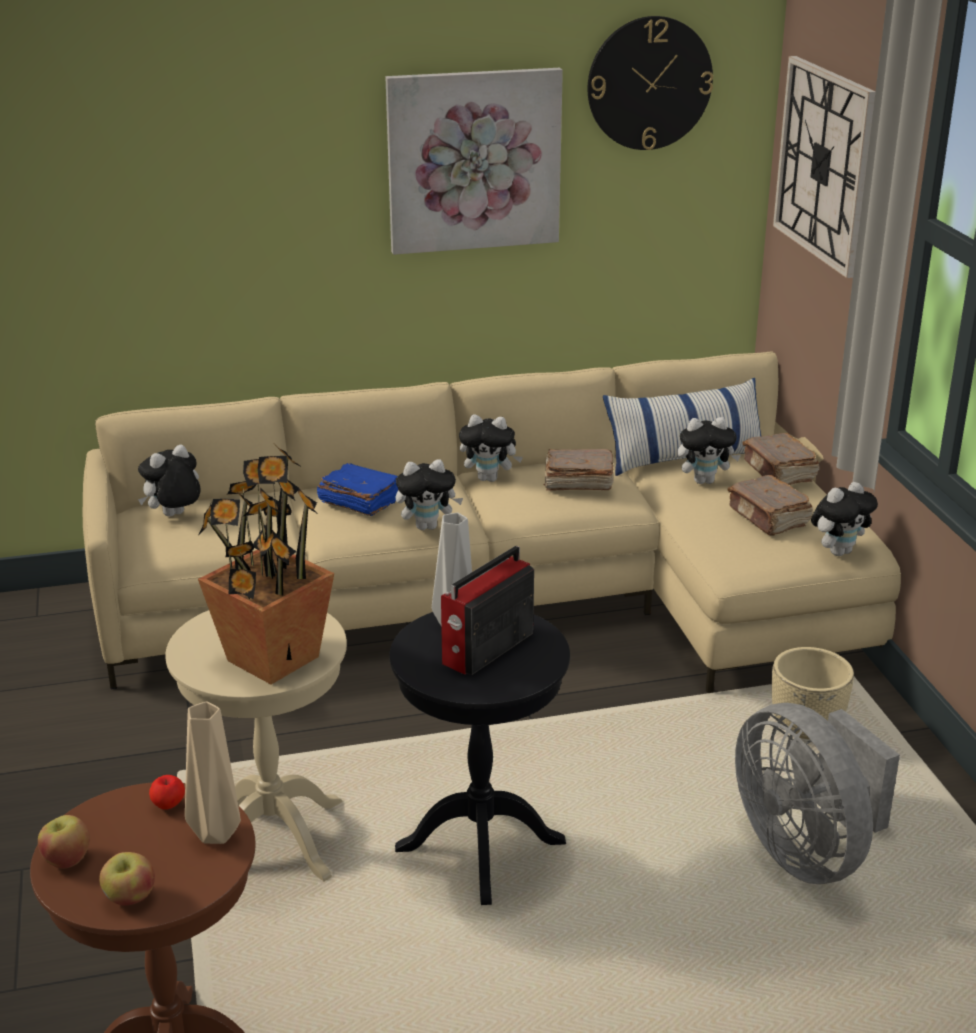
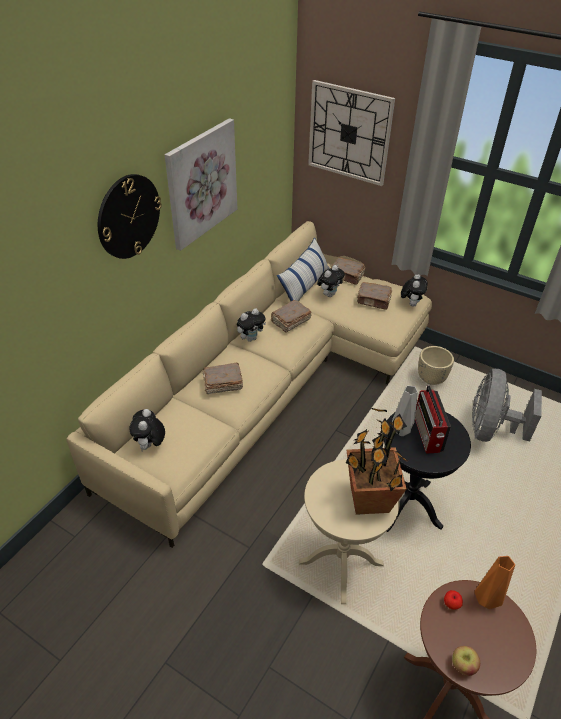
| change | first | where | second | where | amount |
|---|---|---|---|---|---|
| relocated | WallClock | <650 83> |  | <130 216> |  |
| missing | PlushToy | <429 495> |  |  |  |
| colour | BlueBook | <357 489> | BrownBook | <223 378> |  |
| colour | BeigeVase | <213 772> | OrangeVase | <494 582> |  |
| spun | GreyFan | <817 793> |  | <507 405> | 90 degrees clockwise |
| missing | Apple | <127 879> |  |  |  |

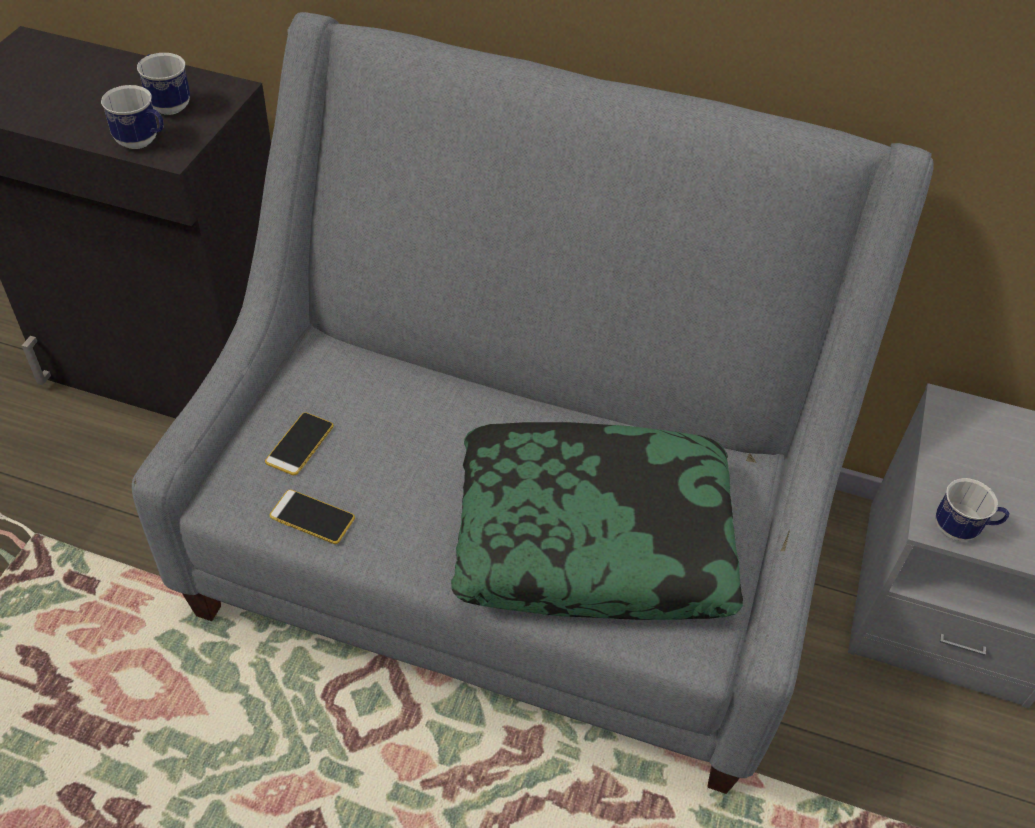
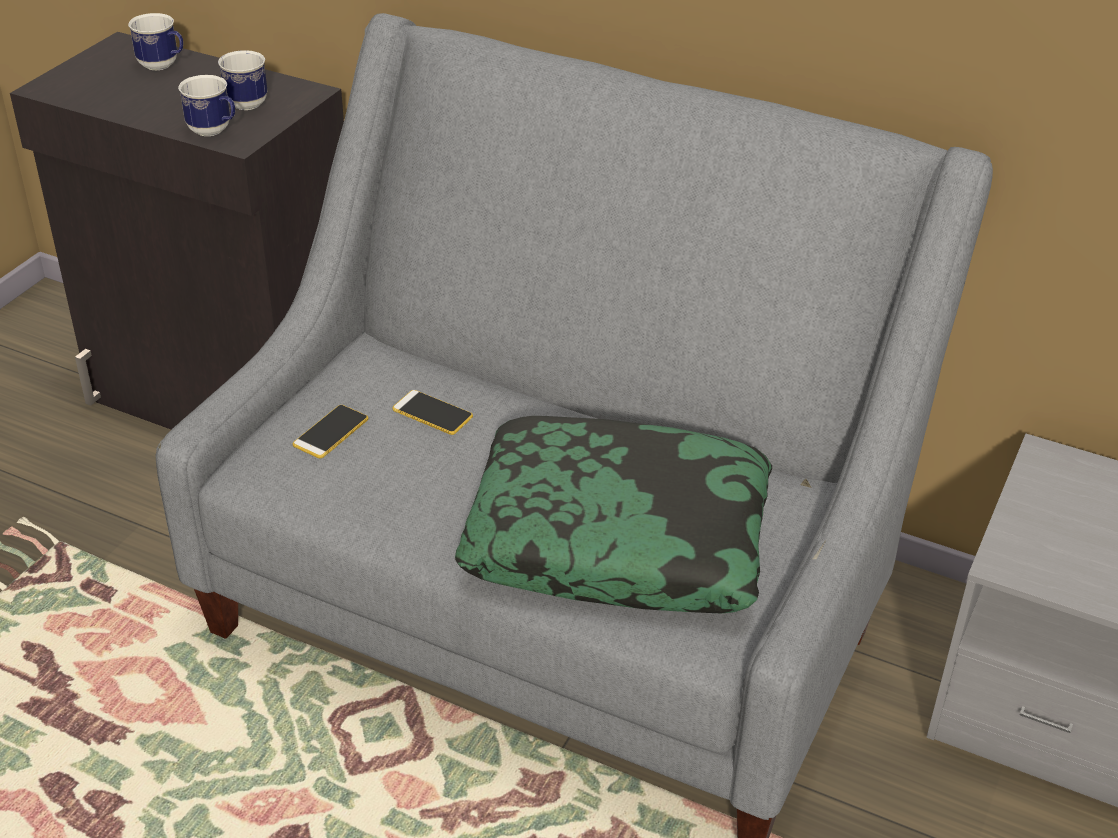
| change | first | where | second | where | amount |
|---|---|---|---|---|---|
| relocated | Mug | <972 509> |  | <155 41> |  |
| relocated | Phone | <312 516> |  | <432 412> |  |

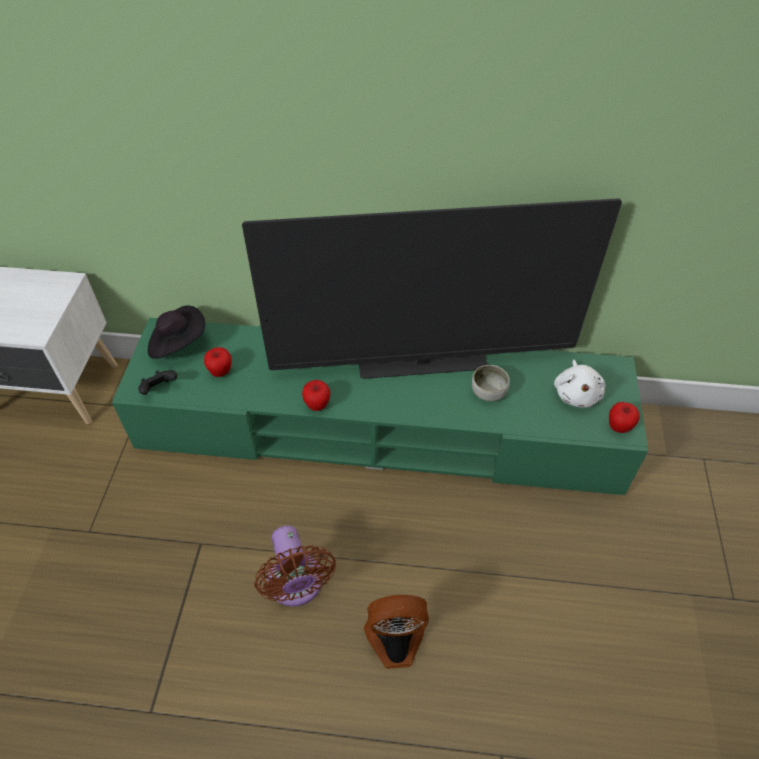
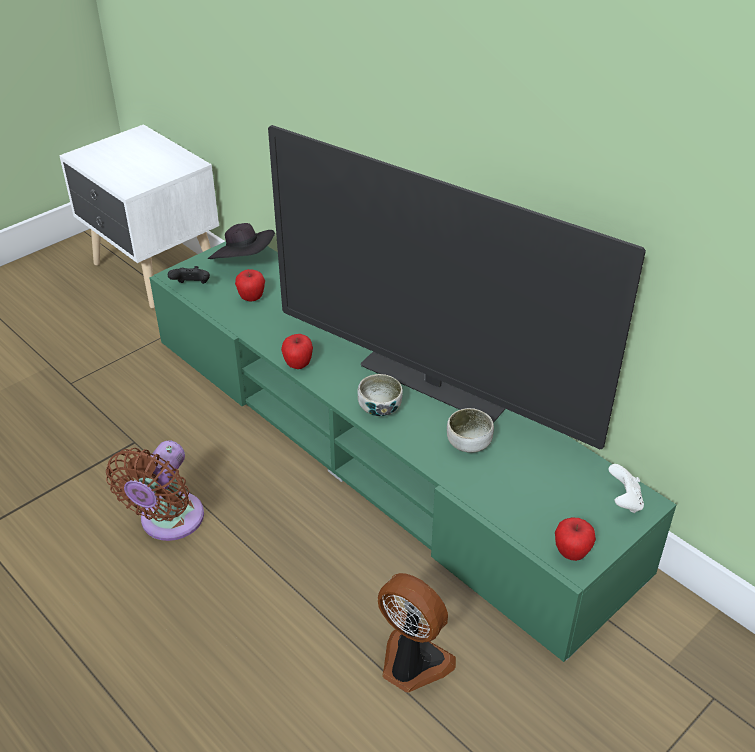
| change | first | where | second | where | amount |
|---|---|---|---|---|---|
| missing | WhitePlushToy | <580 384> |  |  |  |
| relocated | Fan | <396 632> |  | <417 633> |  |
| appeared |  |  | Bowl | <380 395> |  |
| appeared |  |  | WhiteGameController | <626 488> |  |

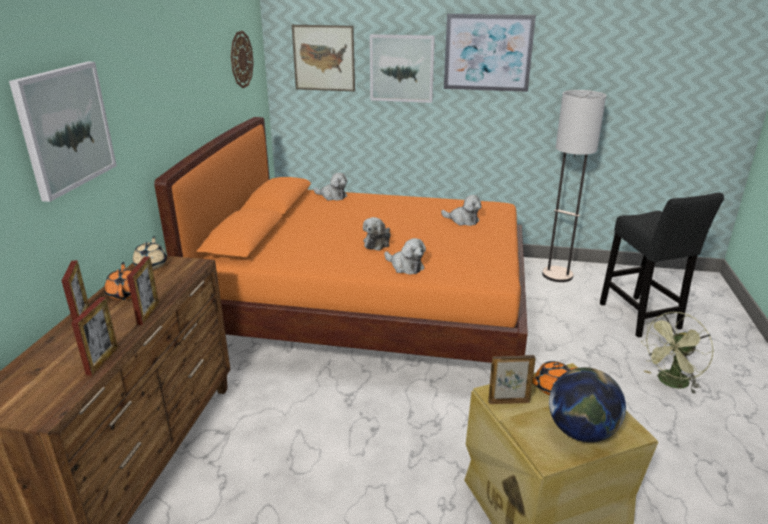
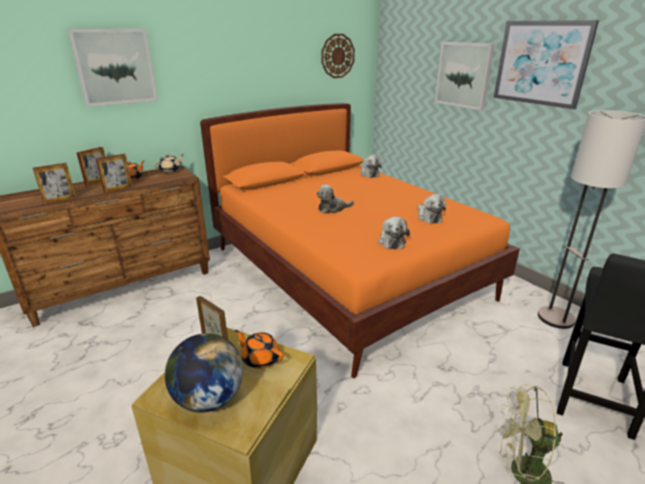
| change | first | where | second | where | amount |
|---|---|---|---|---|---|
| missing | Picture | <323 58> |  |  |  |
| relocated | PlushToy | <405 256> |  | <394 232> |  |

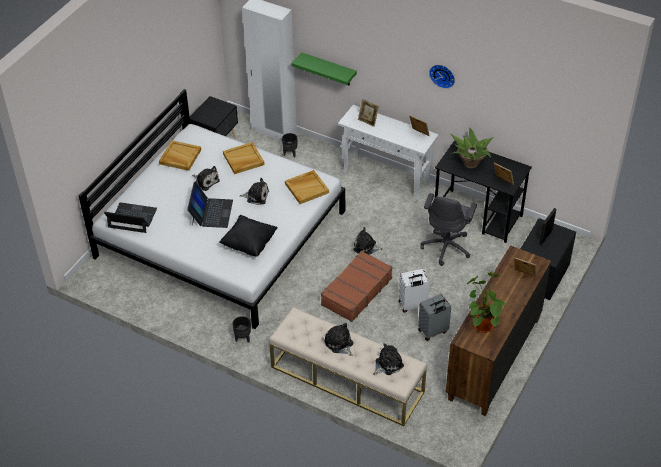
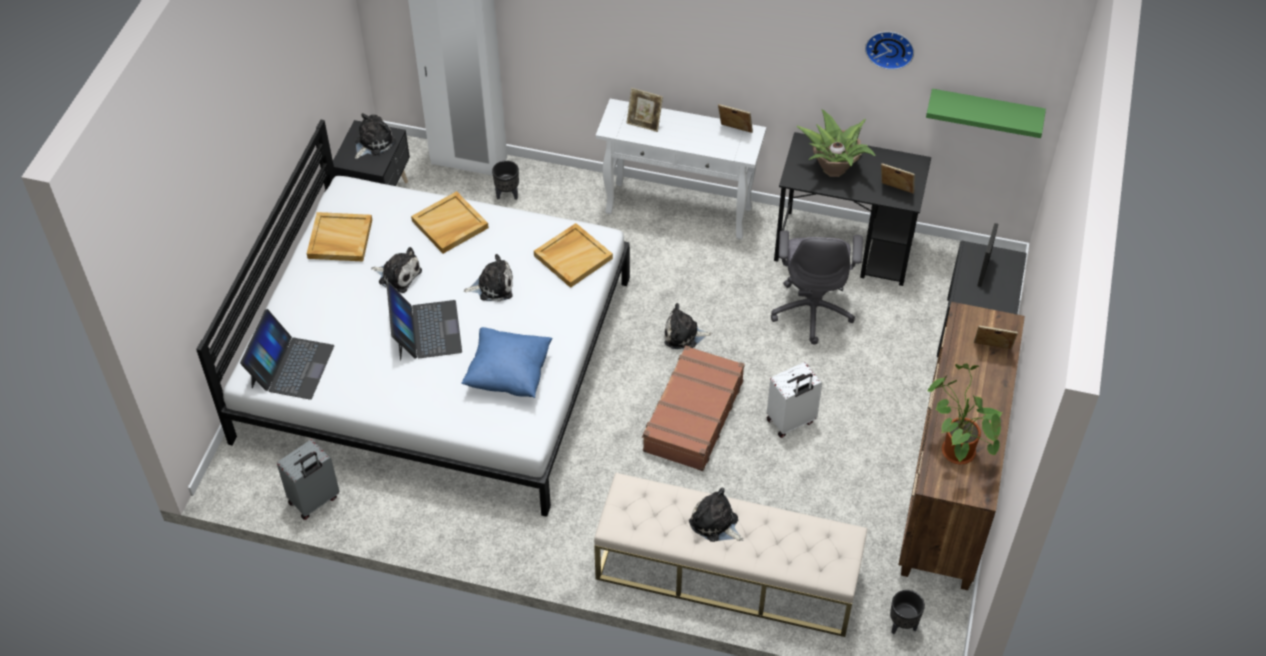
| change | first | where | second | where | amount |
|---|---|---|---|---|---|
| relocated | GreenShelf | <324 68> |  | <986 113> |  |
| relocated | WallClock | <442 77> |  | <889 50> |  |
| spun | Laptop | <130 217> |  | <287 354> | 105 degrees clockwise |
| colour | BlackPillow | <248 236> | BluePillow | <506 362> |  |
| relocated | GreySuitcase | <434 317> |  | <308 479> |  |
| relocated | BlackPlanter | <241 329> |  | <907 612> |  |
| relocated | PlushToy | <388 359> |  | <375 136> |  |

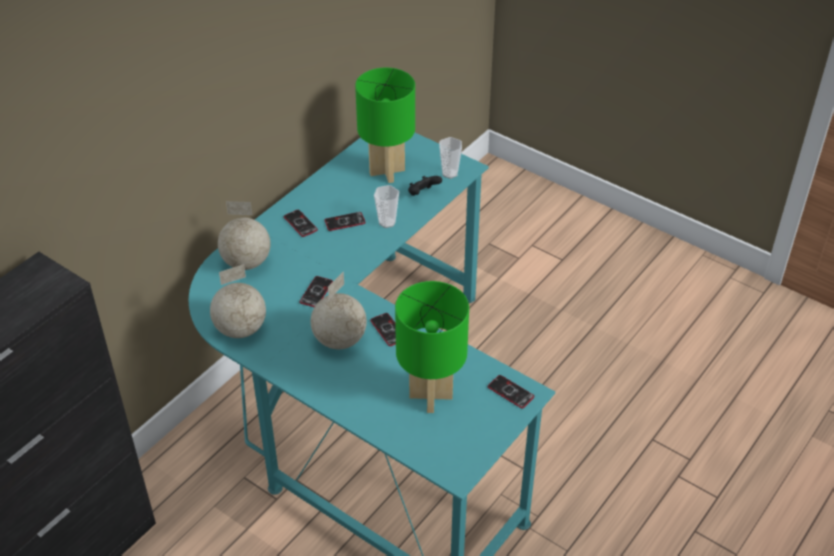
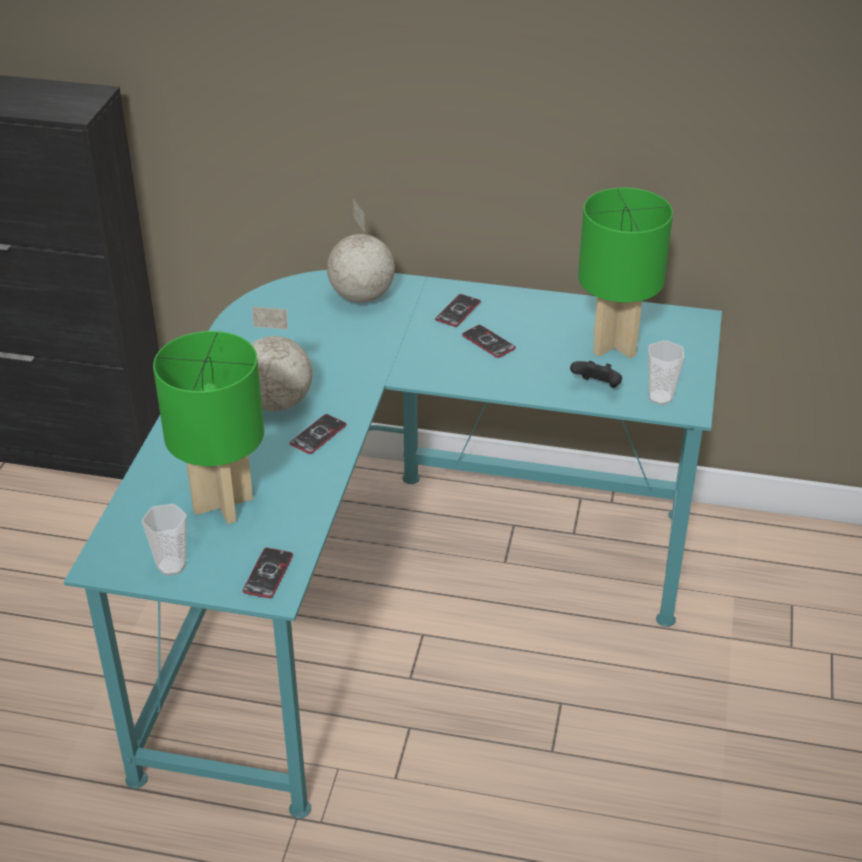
| change | first | where | second | where | amount |
|---|---|---|---|---|---|
| relocated | Cup | <386 206> |  | <164 540> |  |
| missing | Globe | <238 301> |  |  |  |
| missing | Phone | <316 291> |  |  |  |

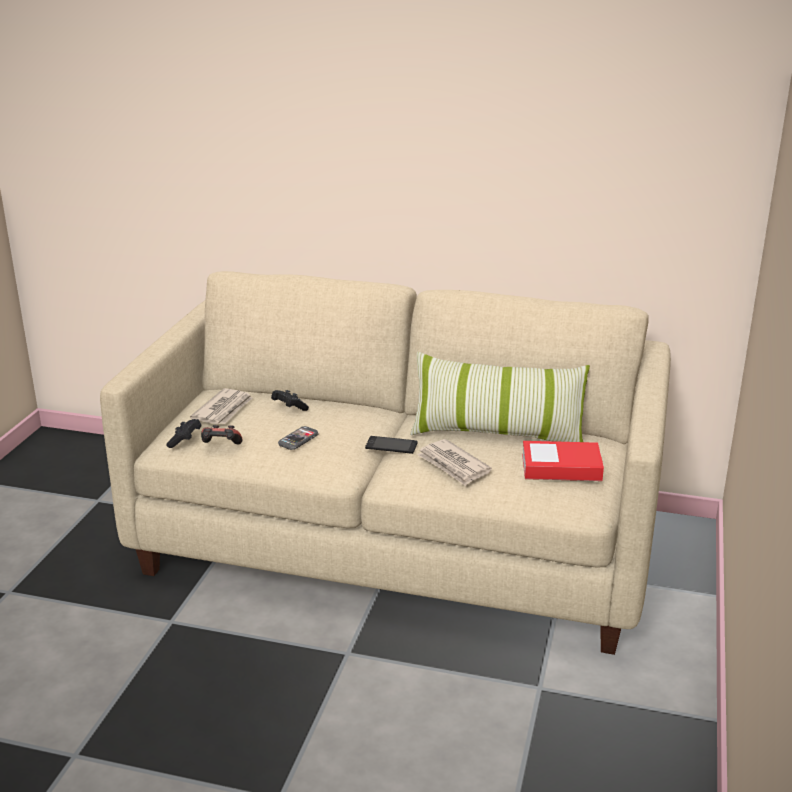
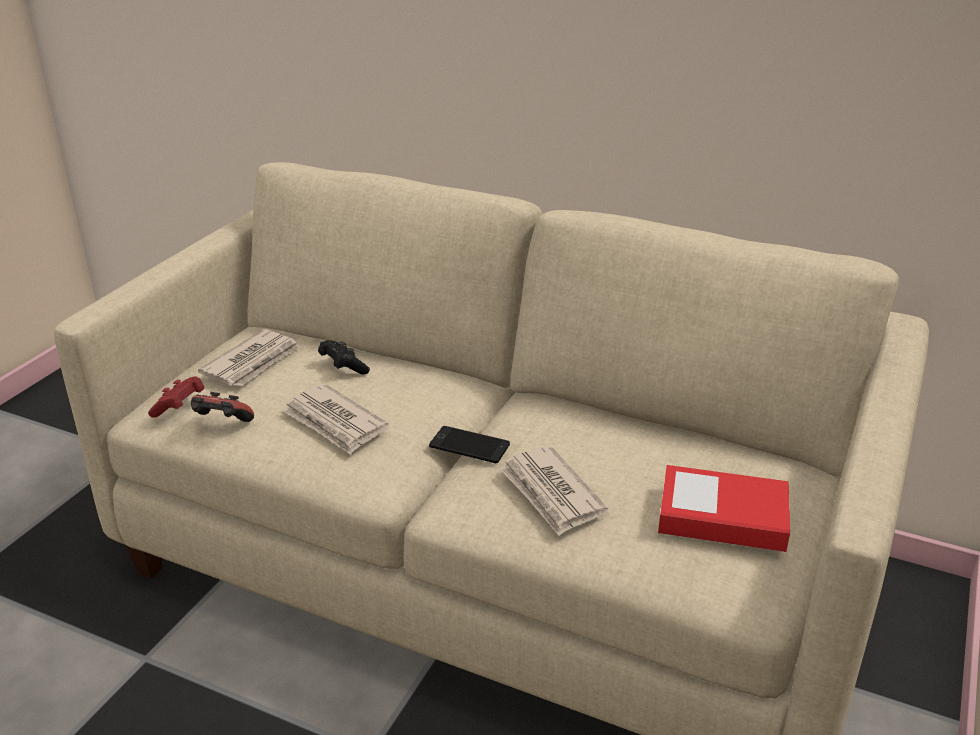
| change | first | where | second | where | amount |
|---|---|---|---|---|---|
| missing | Pillow | <500 397> |  |  |  |
| colour | BlackGameController | <184 433> | RedGameController | <176 396> |  |
| exchanged | Phone | <298 438> | Newspaper | <335 419> |  |

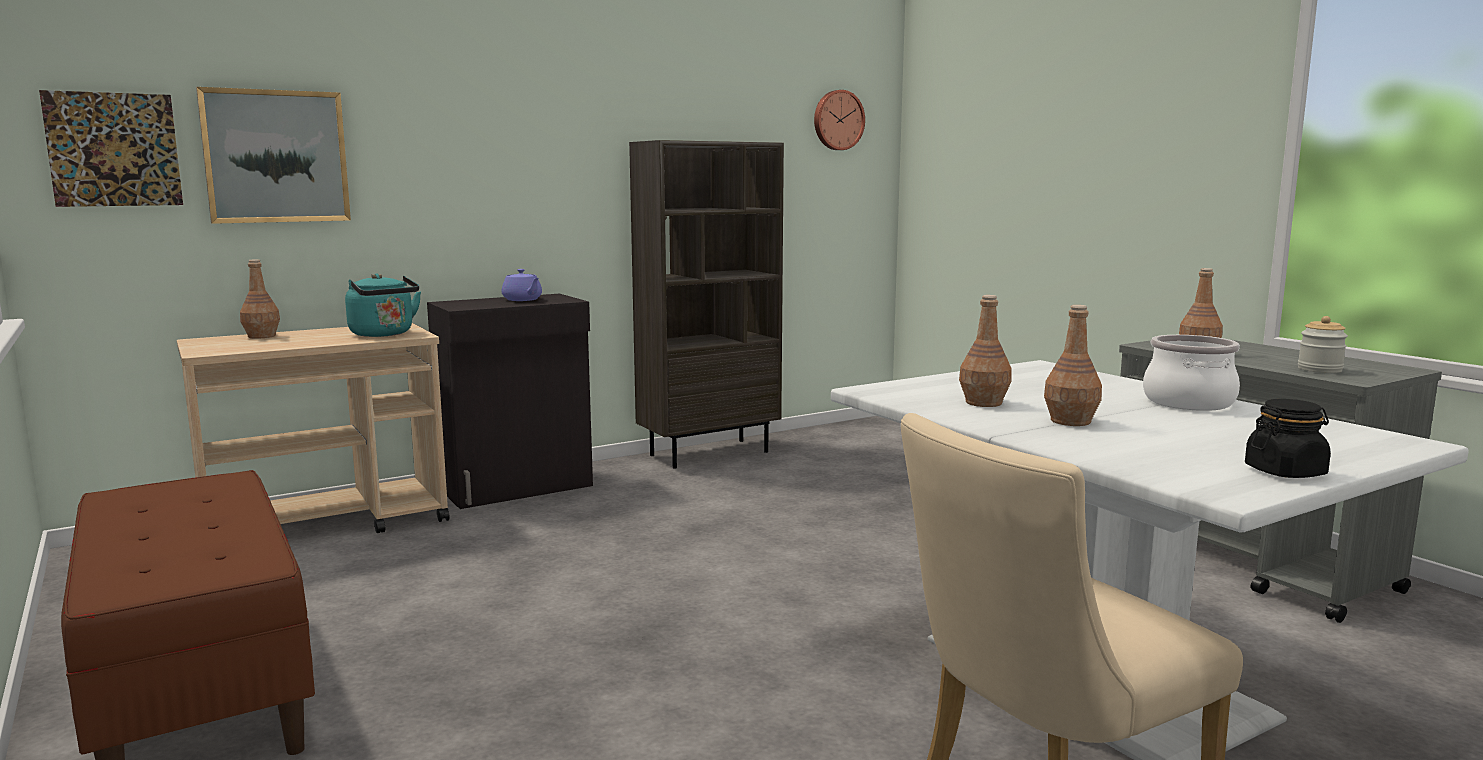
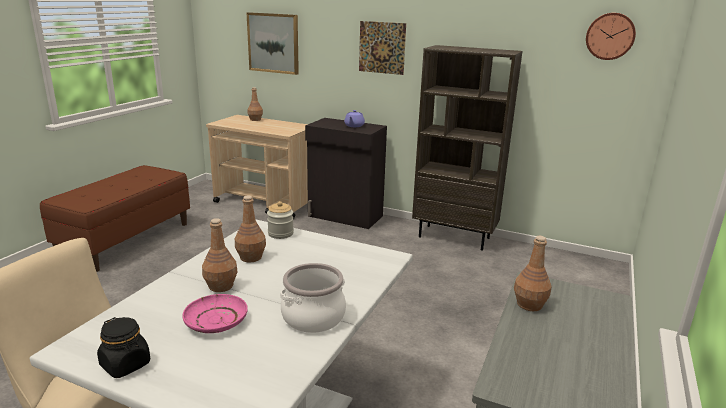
| change | first | where | second | where | amount |
|---|---|---|---|---|---|
| relocated | Picture | <111 148> |  | <382 48> |  |
| missing | TurquoiseKettle | <383 305> |  |  |  |
| relocated | Jar | <1323 344> |  | <280 220> |  |
| appeared |  |  | PinkPlate | <215 313> |  |

